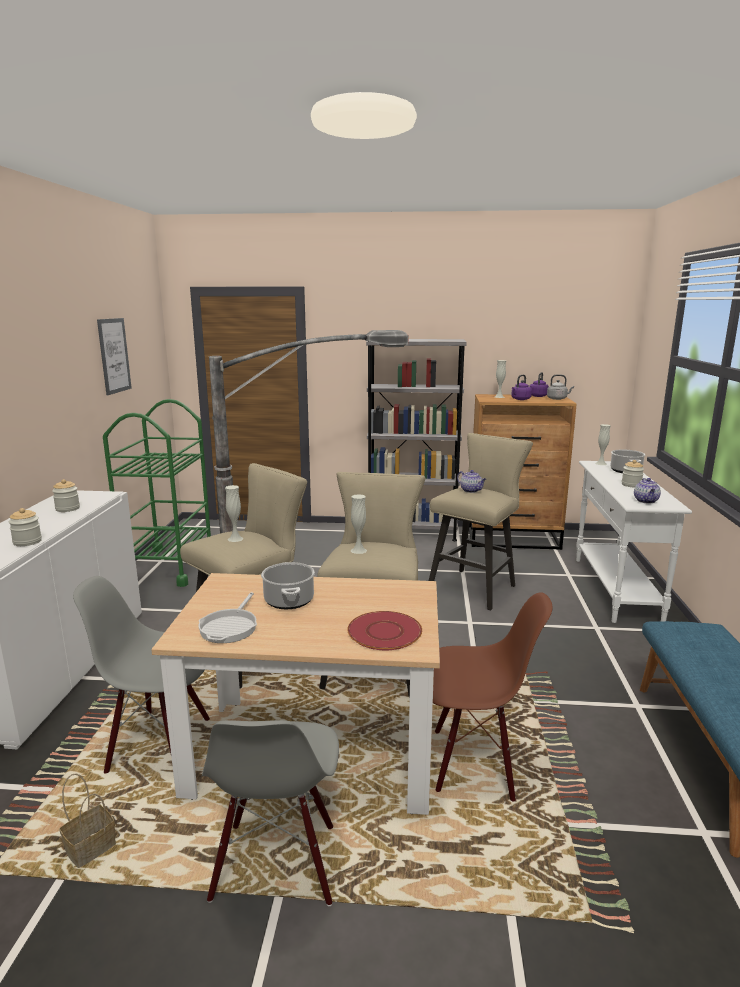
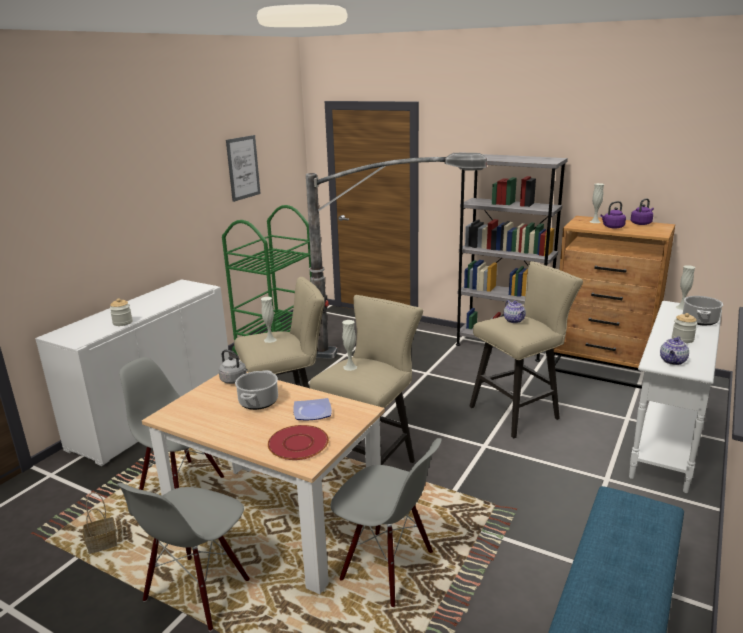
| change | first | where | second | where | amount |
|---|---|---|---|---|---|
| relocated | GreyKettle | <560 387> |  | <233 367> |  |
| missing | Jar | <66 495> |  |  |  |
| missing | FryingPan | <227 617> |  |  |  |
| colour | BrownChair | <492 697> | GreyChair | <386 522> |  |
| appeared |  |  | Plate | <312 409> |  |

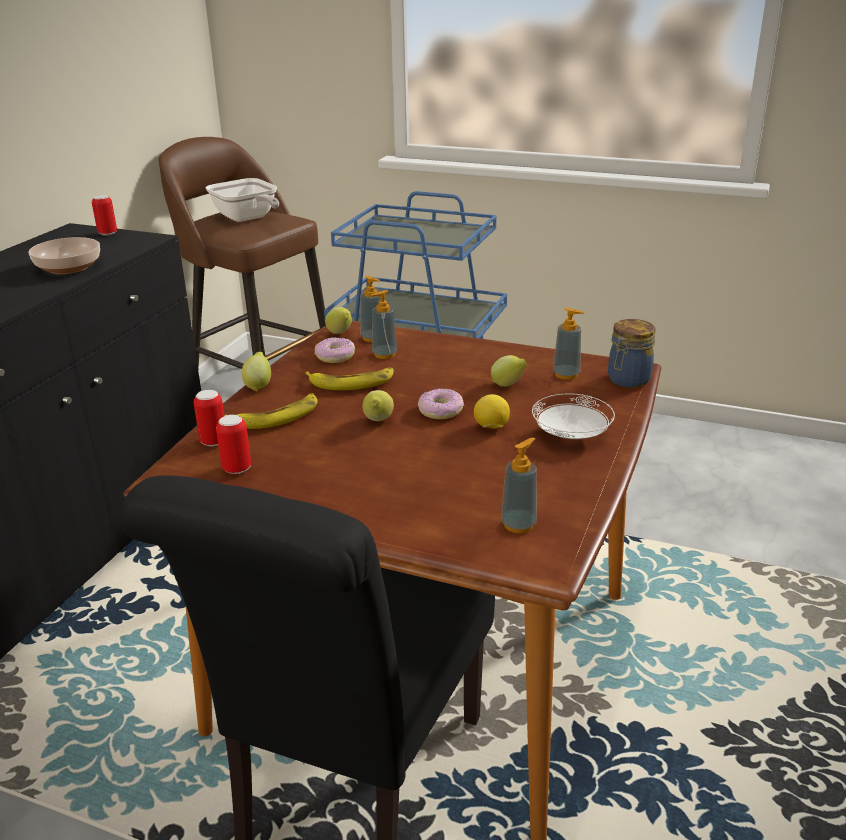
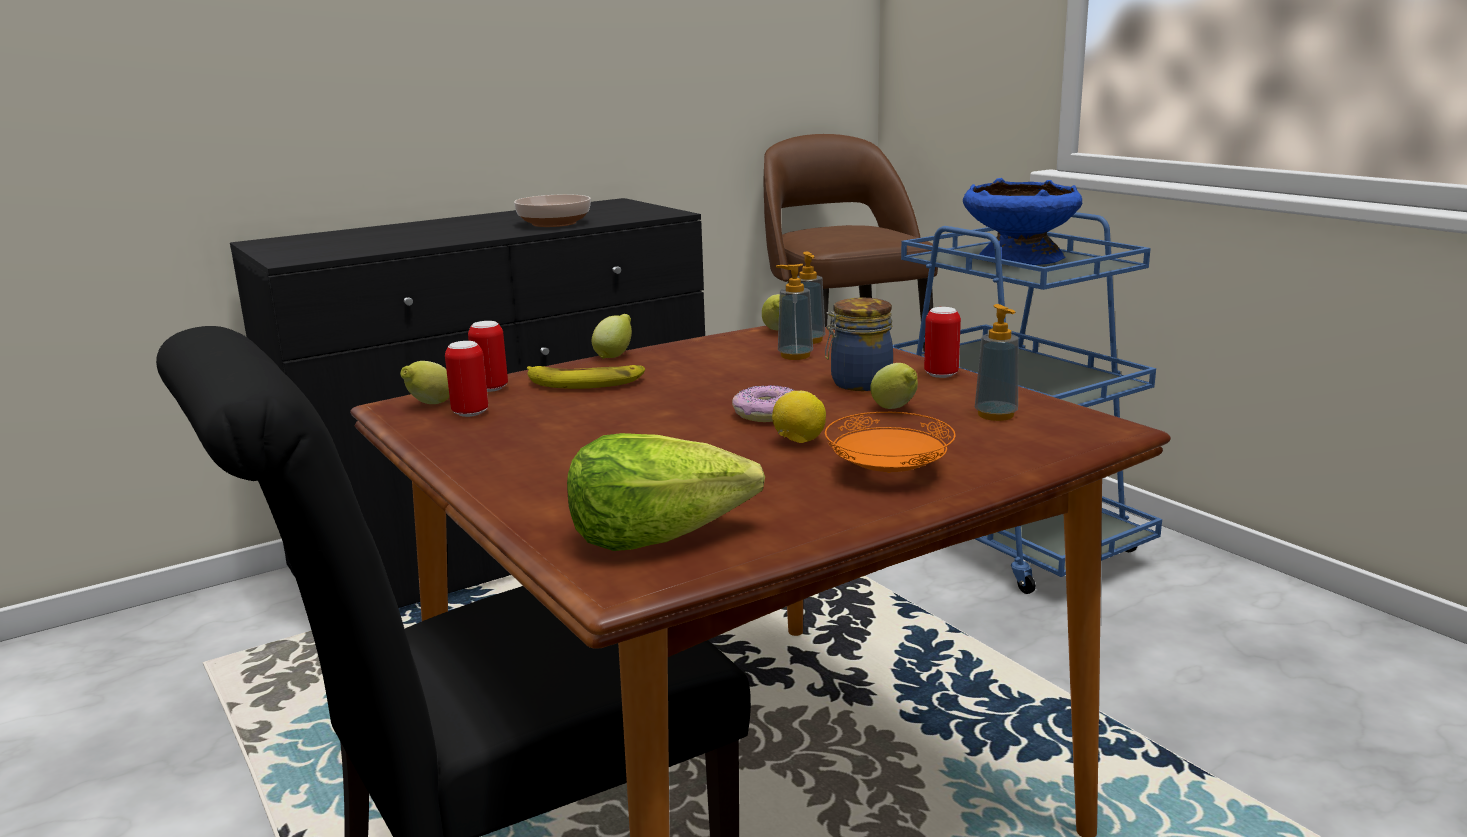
| change | first | where | second | where | amount |
|---|---|---|---|---|---|
| missing | FryingPan | <242 200> |  |  |  |
| relocated | Can | <104 215> |  | <942 342> |  |
| relocated | Jar | <632 353> |  | <859 344> |  |
| missing | Donut | <335 350> |  |  |  |
| missing | Banana | <349 379> |  |  |  |
| relocated | Lemon | <378 405> |  | <425 382> |  |
| colour | WhitePlate | <573 416> | OrangePlate | <890 442> |  |
| exchanged | SoapDispenser | <519 485> | Lettuce | <666 492> |  |
| appeared |  |  | BlueBowl | <1022 221> |  |

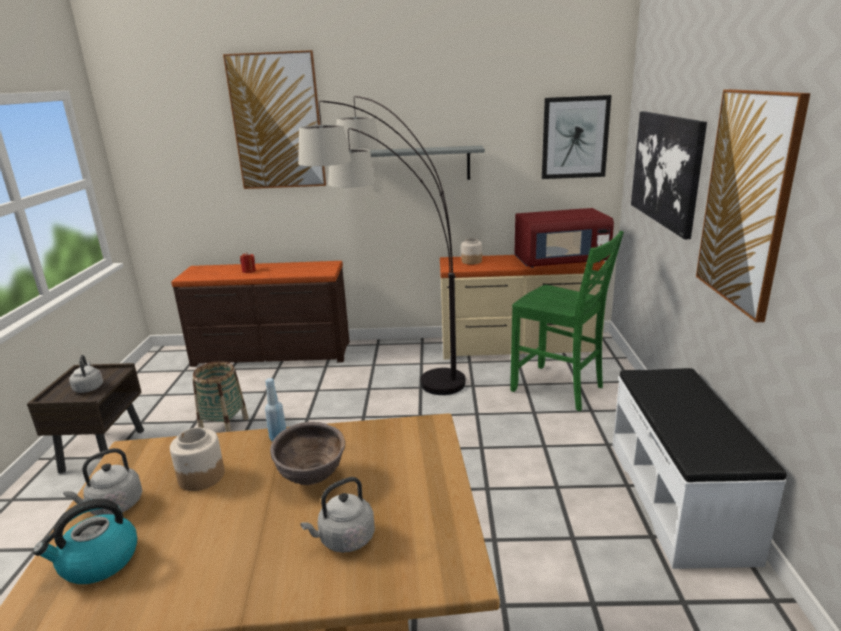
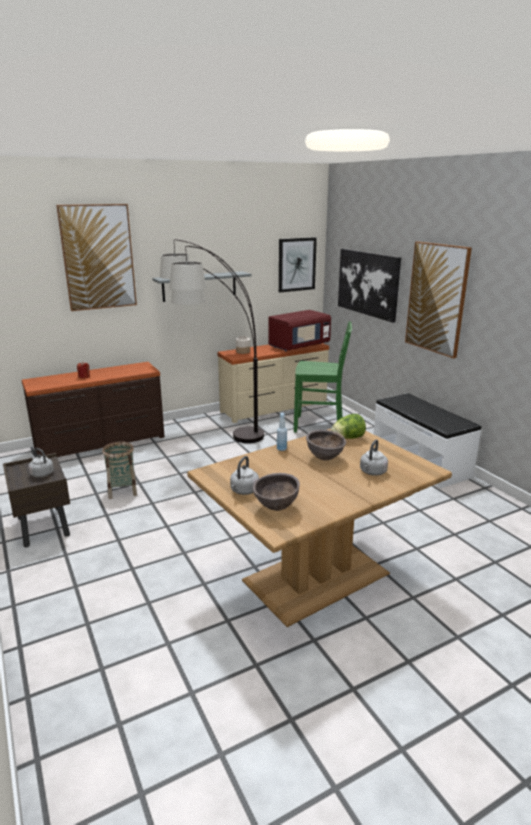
| change | first | where | second | where | amount |
|---|---|---|---|---|---|
| missing | Jar | <197 459> |  |  |  |
| exchanged | Kettle | <85 541> | BrownBowl | <276 492> |  |
| appeared |  |  | Lettuce | <348 426> |  |

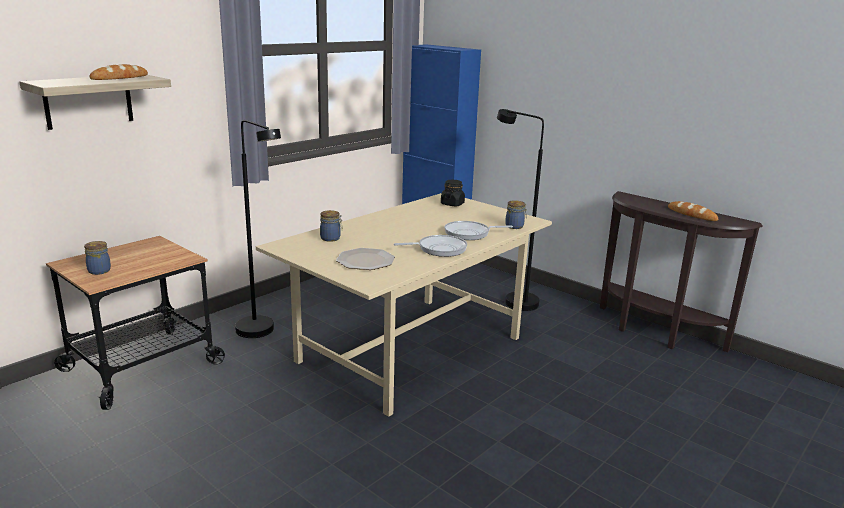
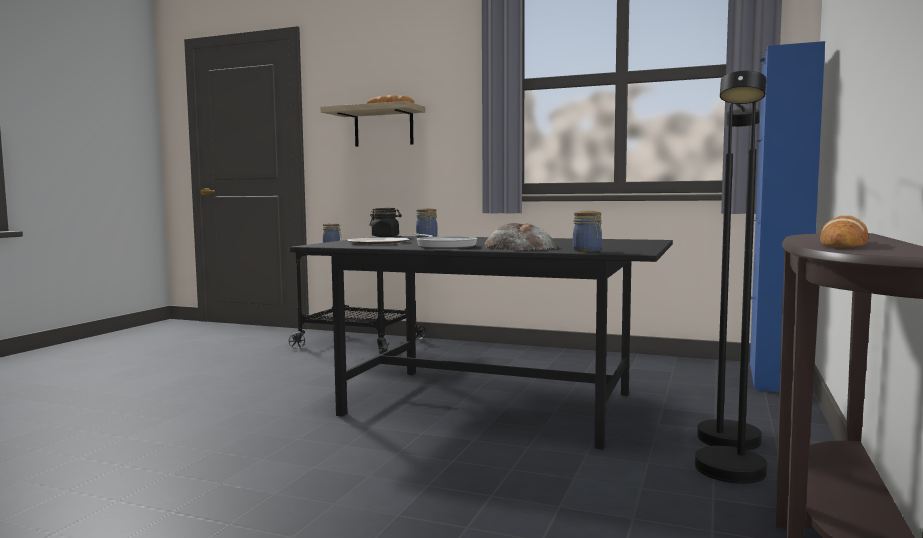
| change | first | where | second | where | amount |
|---|---|---|---|---|---|
| relocated | BlackFloorLamp | <258 229> |  | <731 277> |  |
| relocated | BlackJar | <453 193> |  | <385 222> |  |
| colour | BeigeDiningTable | <404 305> | BlackDiningTable | <481 342> |  |
| exchanged | FryingPan | <478 230> | Bread | <520 236> |  |

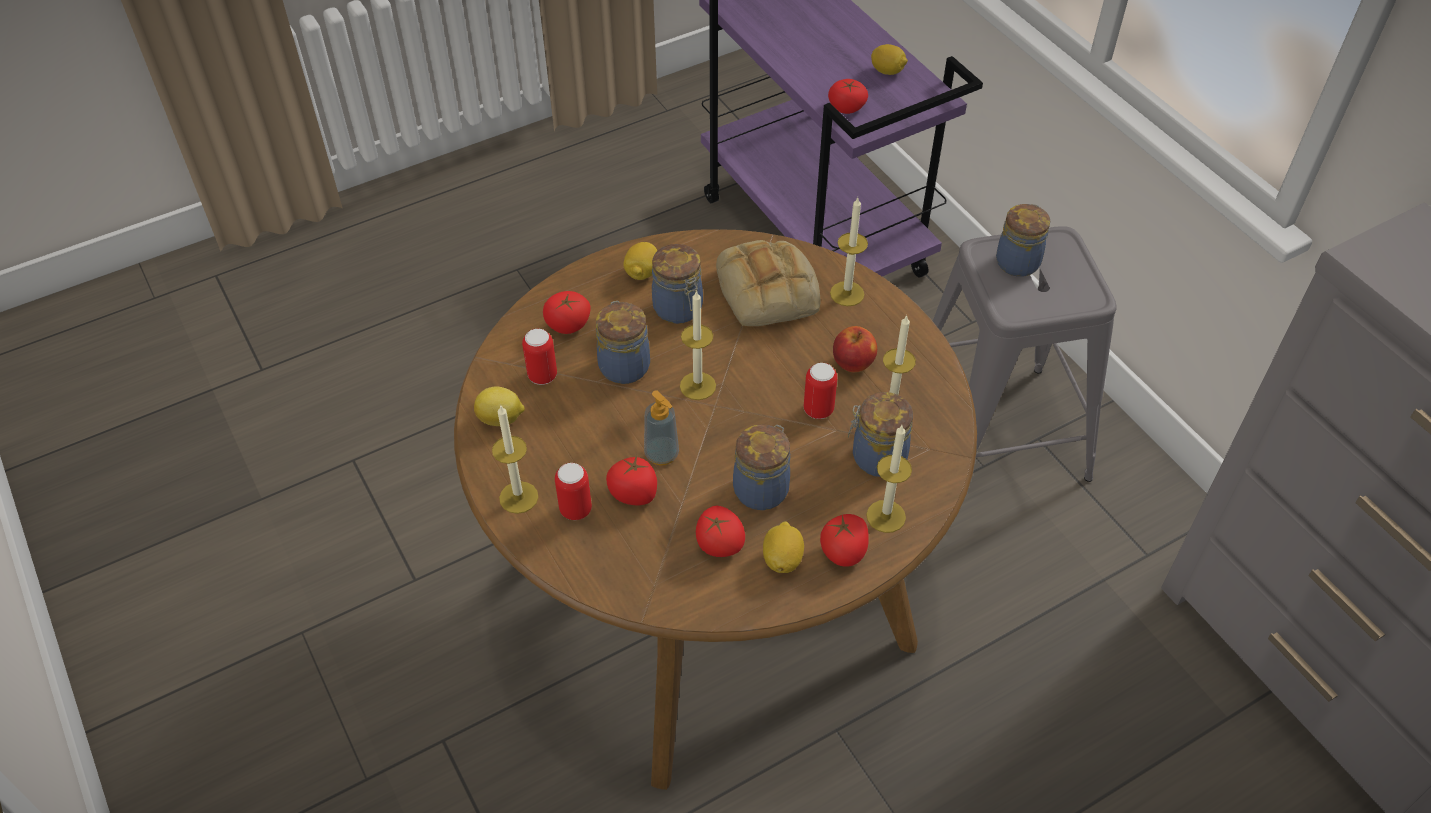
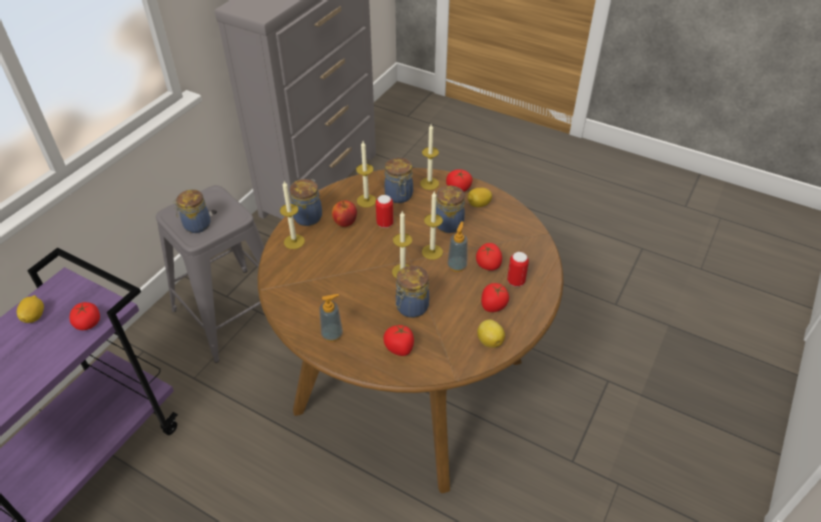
| change | first | where | second | where | amount |
|---|---|---|---|---|---|
| missing | Bread | <768 283> |  |  |  |
| exchanged | Lemon | <640 261> | SoapDispenser | <331 318> |  |
| relocated | Jar | <677 284> |  | <306 202> |  |
| missing | Can | <539 356> |  |  |  |
| relocated | Candle | <515 460> |  | <432 225> |  |
| relocated | Tomato | <720 531> |  | <495 297> |  |

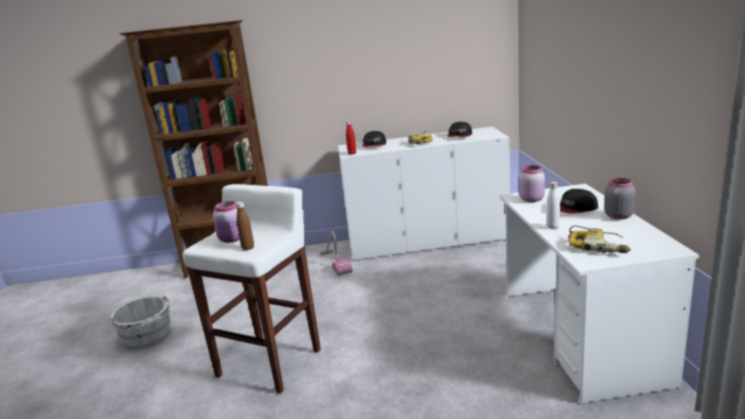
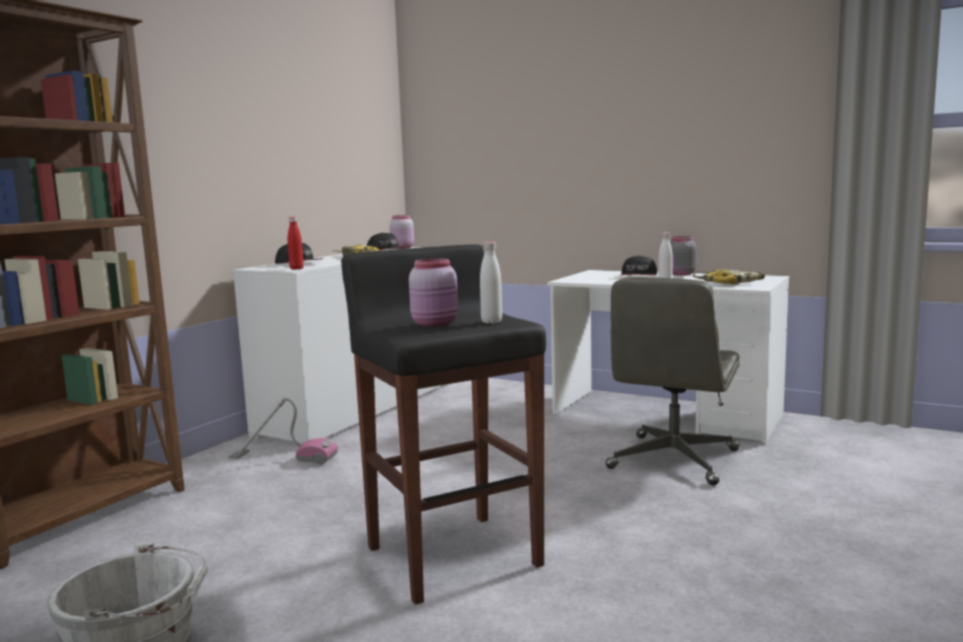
| change | first | where | second | where | amount |
|---|---|---|---|---|---|
| relocated | PinkJar | <532 183> |  | <401 232> |  |
| colour | WhiteStool | <251 289> | BlackStool | <443 424> |  |
| colour | BrownBottle | <245 226> | WhiteBottle | <491 282> |  |
| appeared |  |  | GreyOfficeChair | <672 381> |  |

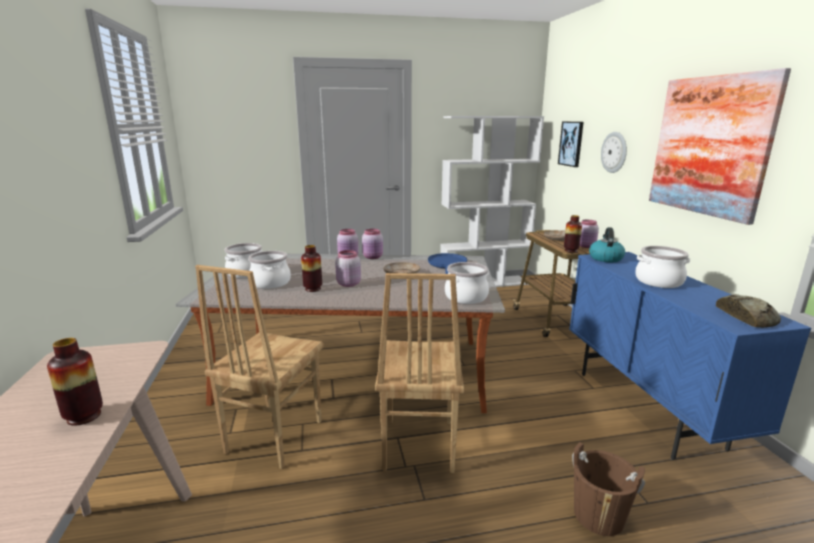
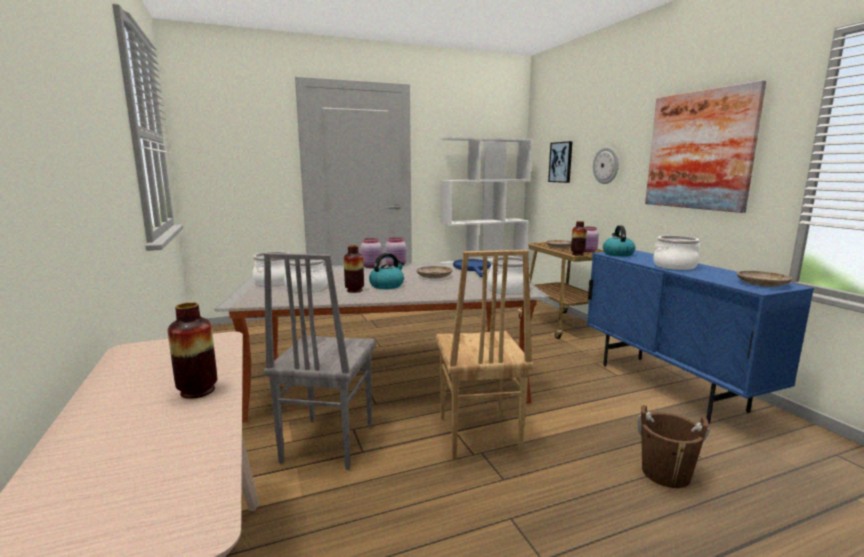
| change | first | where | second | where | amount |
|---|---|---|---|---|---|
| exchanged | PinkJar | <348 268> | Kettle | <386 271> |  |
| colour | BrownChair | <259 367> | GreyChair | <320 361> |  |
| exchanged | Bread | <748 311> | BeigePlate | <764 279> |  |

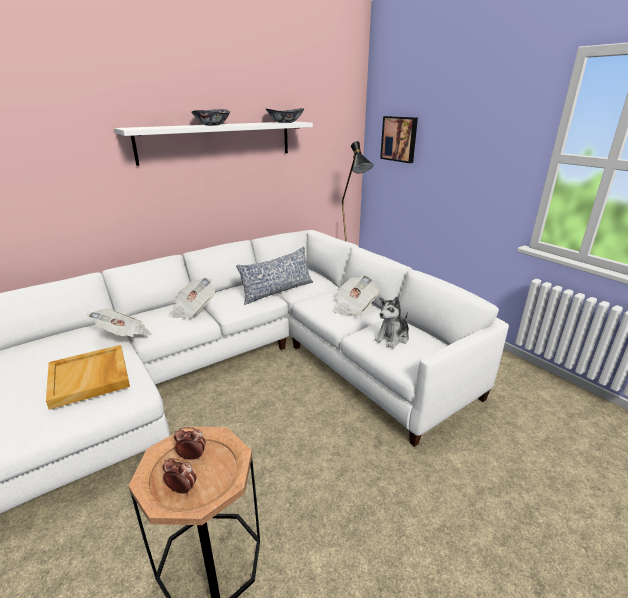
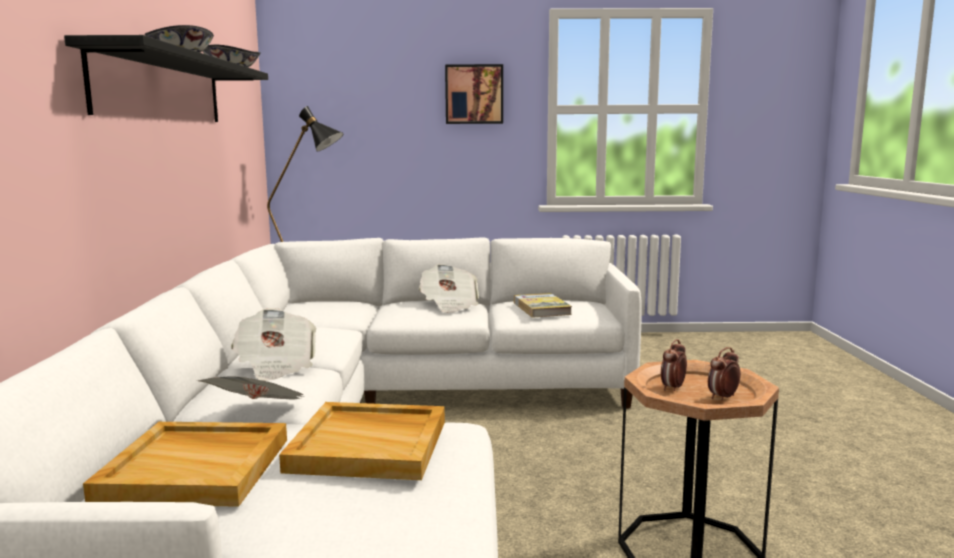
| change | first | where | second | where | amount |
|---|---|---|---|---|---|
| relocated | Picture | <399 139> |  | <474 94> |  |
| colour | WhiteShelf | <214 143> | BlackShelf | <166 78> |  |
| missing | Pillow | <274 276> |  |  |  |
| exchanged | PlushToy | <391 323> | Book | <543 305> |  |
| appeared |  |  | BeigeTray | <185 464> |  |

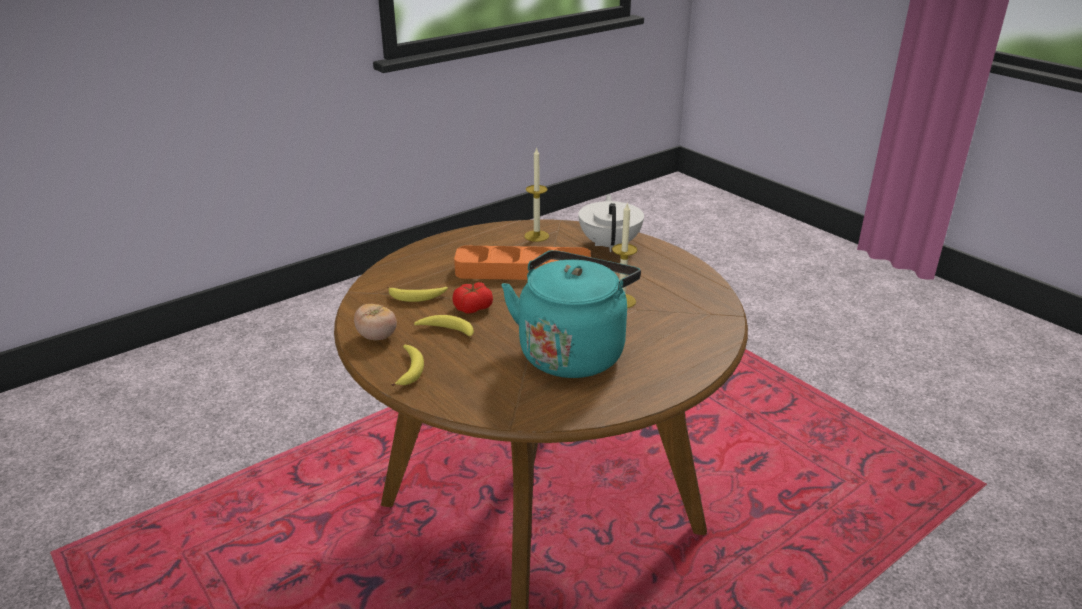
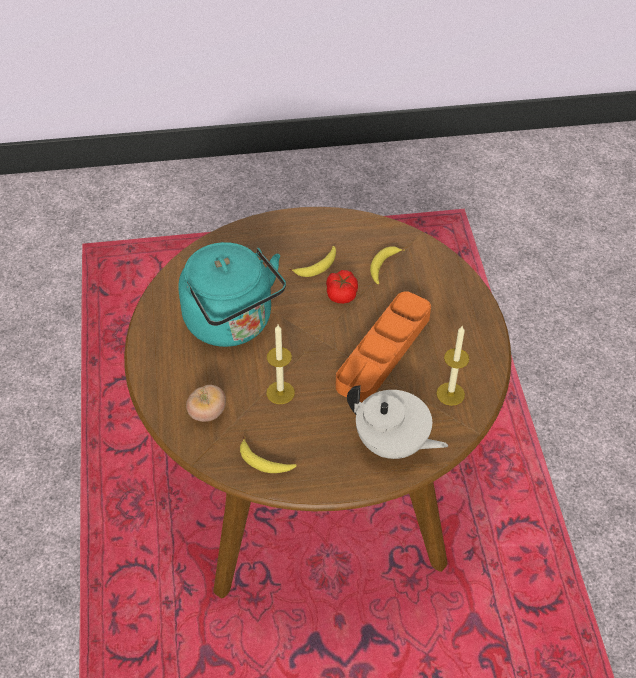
| change | first | where | second | where | amount |
|---|---|---|---|---|---|
| relocated | Tomato | <375 322> |  | <206 403> |  |
| relocated | Banana | <407 365> |  | <268 454> |  |

